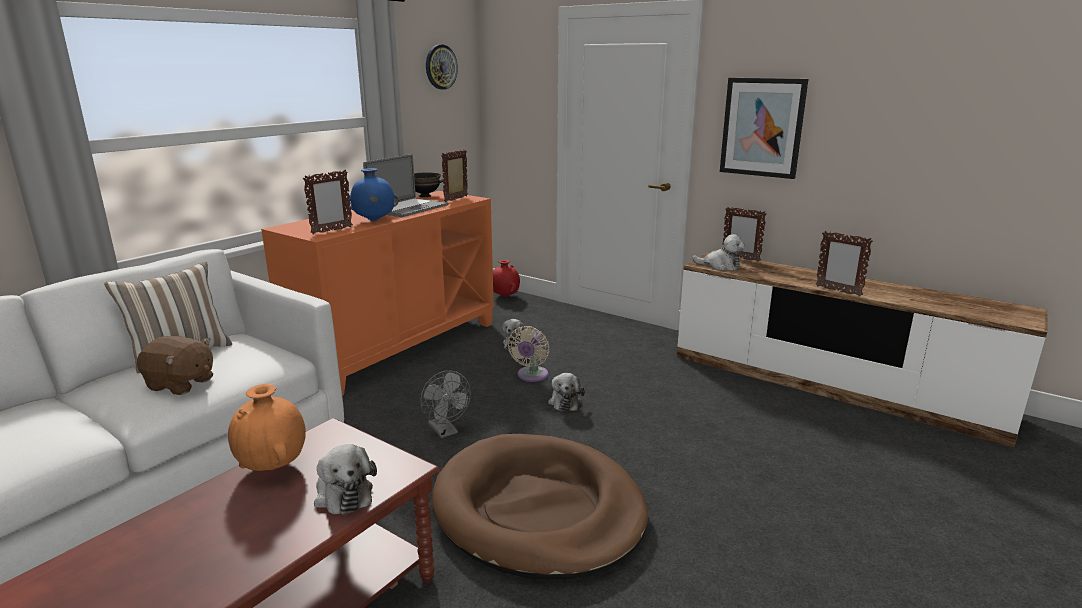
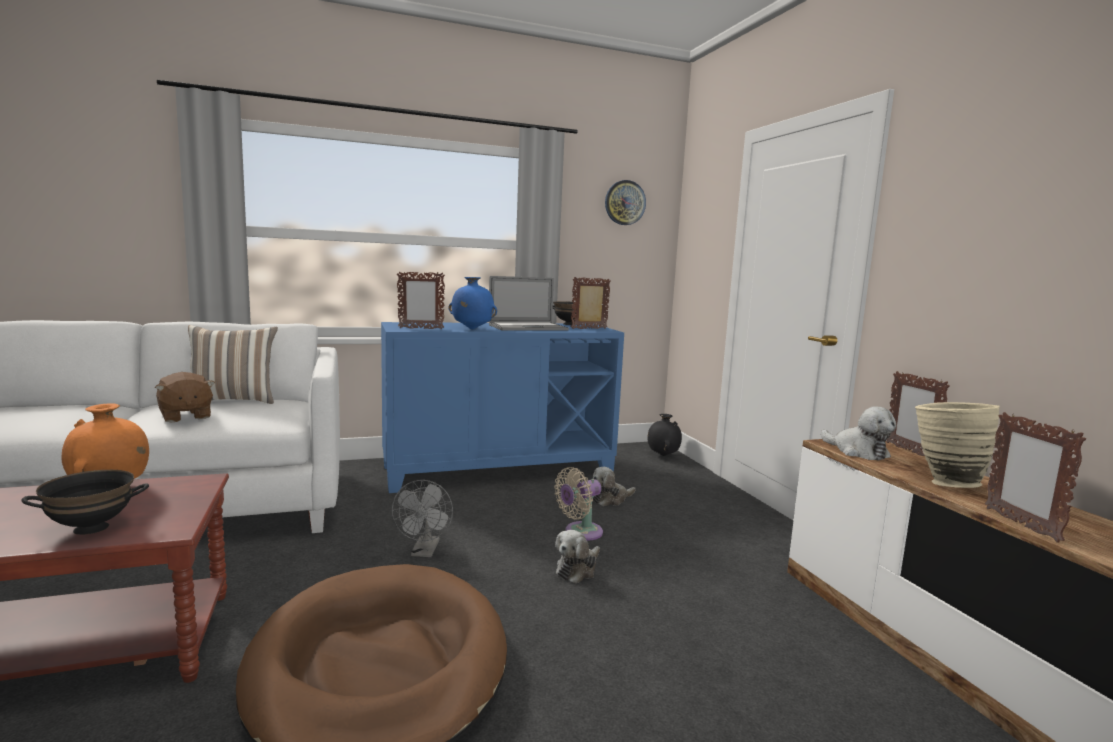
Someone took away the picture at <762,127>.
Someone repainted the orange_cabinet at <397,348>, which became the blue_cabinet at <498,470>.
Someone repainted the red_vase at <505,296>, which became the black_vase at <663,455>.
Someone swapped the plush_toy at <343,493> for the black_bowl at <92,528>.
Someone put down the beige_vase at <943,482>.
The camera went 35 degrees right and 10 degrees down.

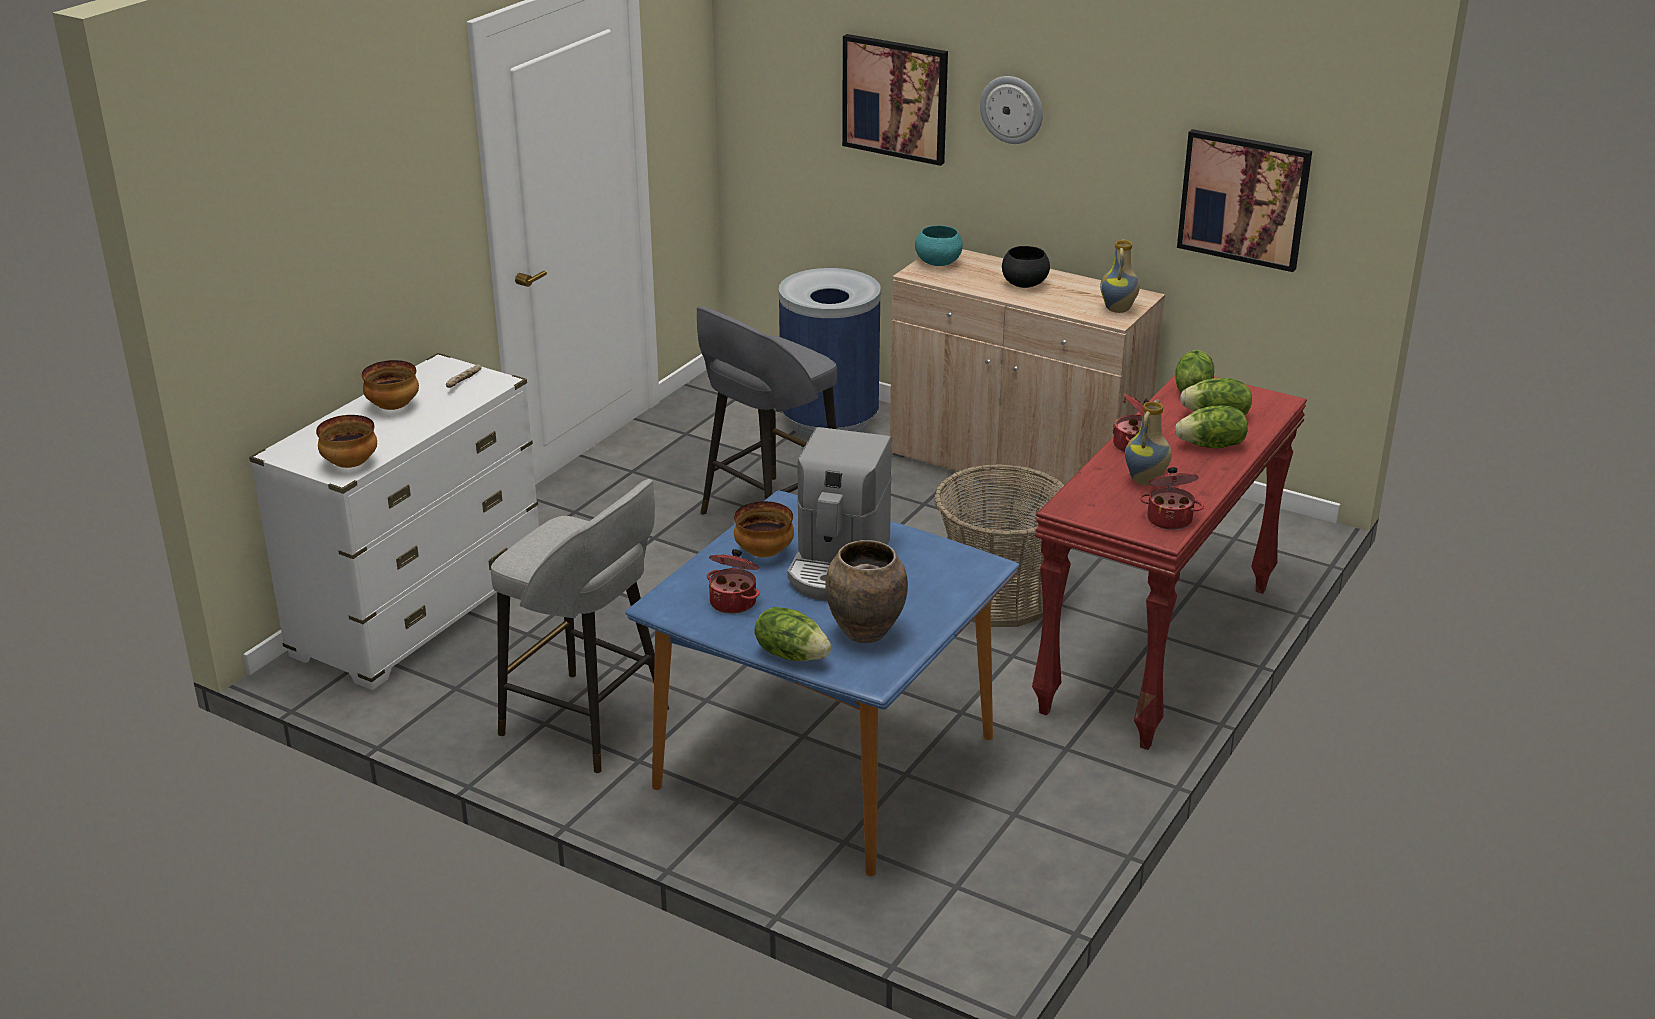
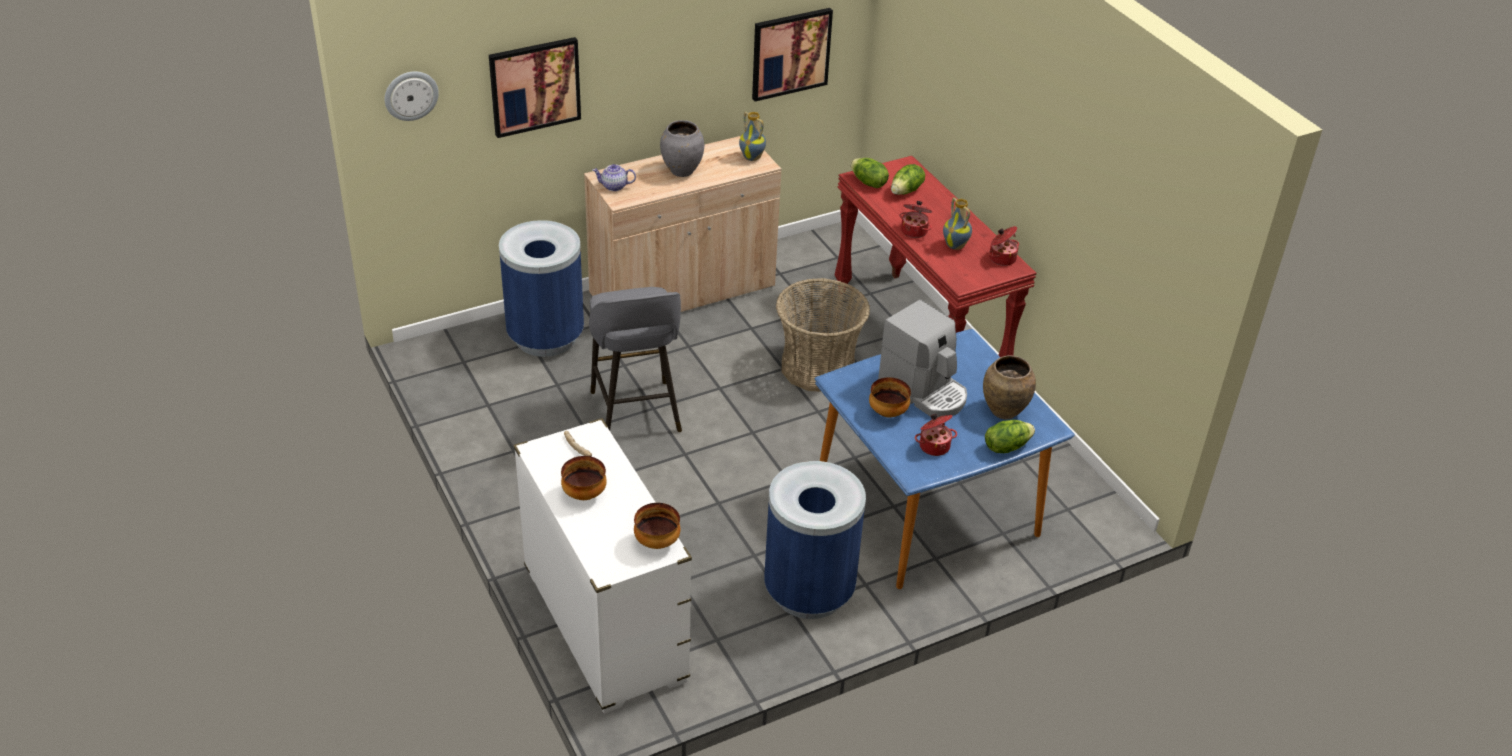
Someone carried the wall_clock from <1012,109> to <411,95>.
Someone swapped the turquoise_bowl at <938,263> for the teapot at <614,186>.
Someone swapped the black_bowl at <1024,284> for the grey_vase at <681,171>.
Someone took away the lettuce at <1212,446>.
Someone swapped the grey_stool at <588,724> for the blue_trash_can at <809,591>.
The camera went 60 degrees left and 10 degrees up.

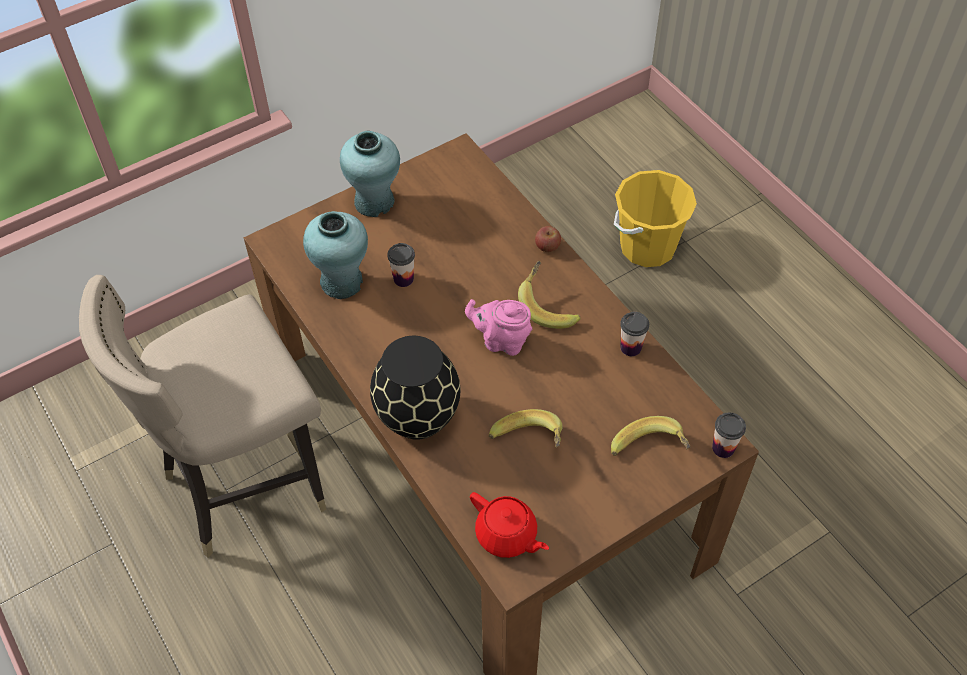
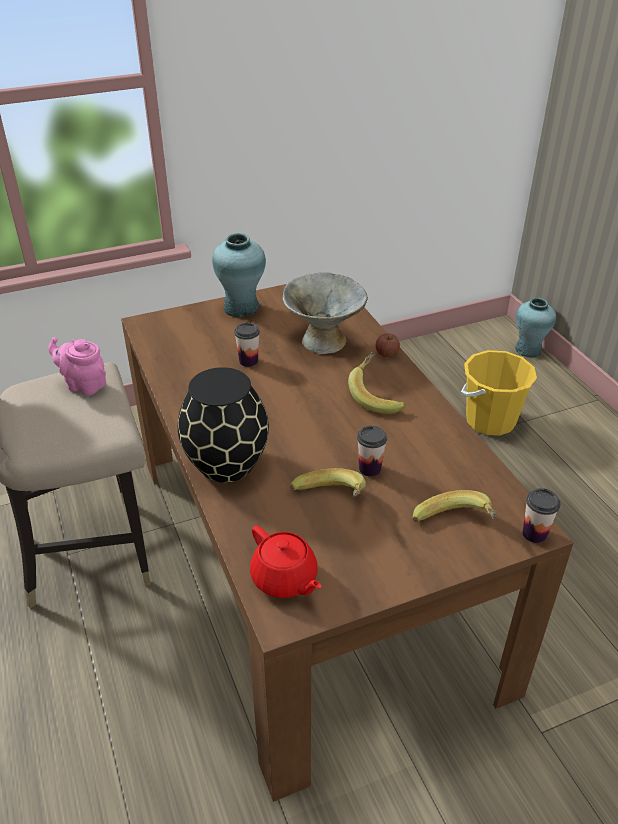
Someone carried the turquoise_vase from <342,281> to <528,349>.
Someone carried the pink_teapot from <501,341> to <84,385>.
Someone carried the cup from <630,347> to <369,468>.
Someone put down the grey_bowl at <323,341>.
The camera went 10 degrees right and 15 degrees down.

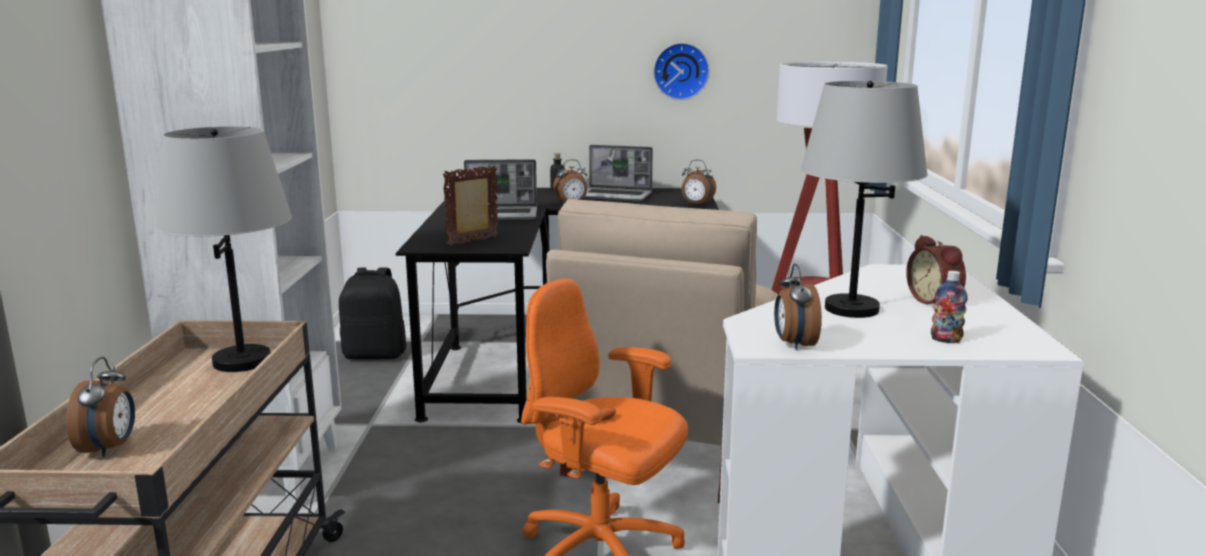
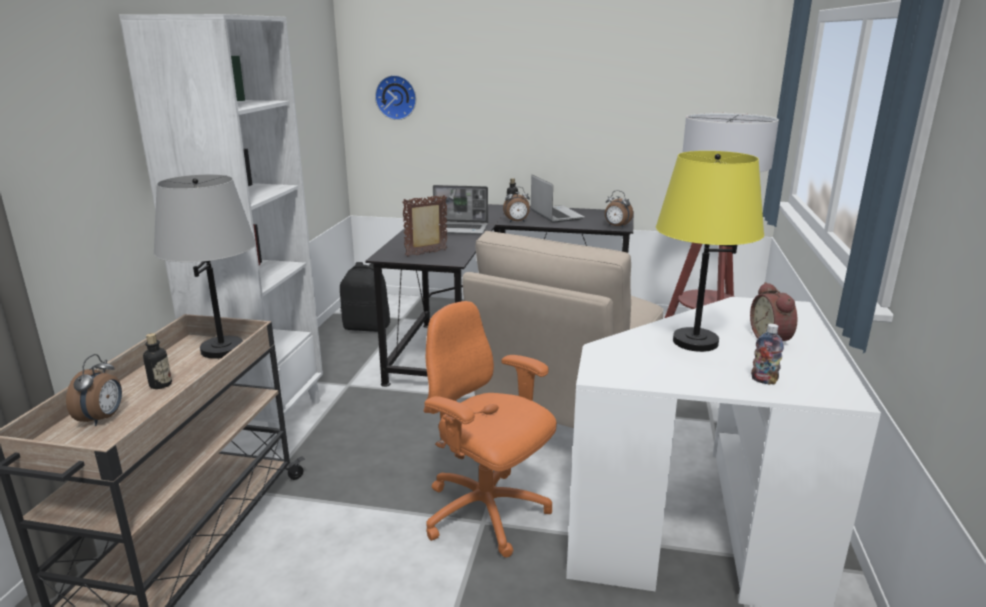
Someone carried the wall_clock from <681,71> to <396,97>.
Someone repainted the grey_table_lamp at <851,309>, which became the yellow_table_lamp at <695,342>.
Someone rotated the laptop at <616,196> by 135 degrees counterclockwise.
Someone took away the alarm_clock at <794,344>.
Someone put down the bottle at <160,384>.
The camera went 10 degrees right and 5 degrees up.

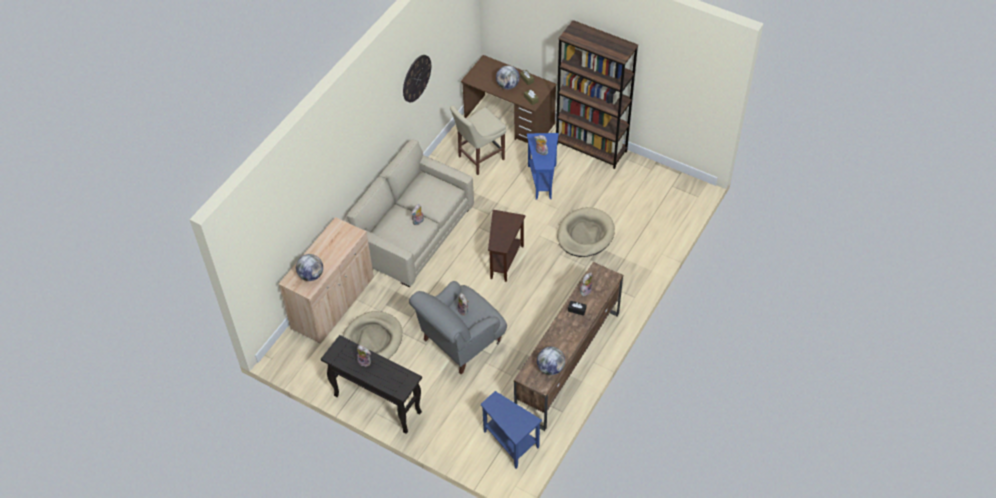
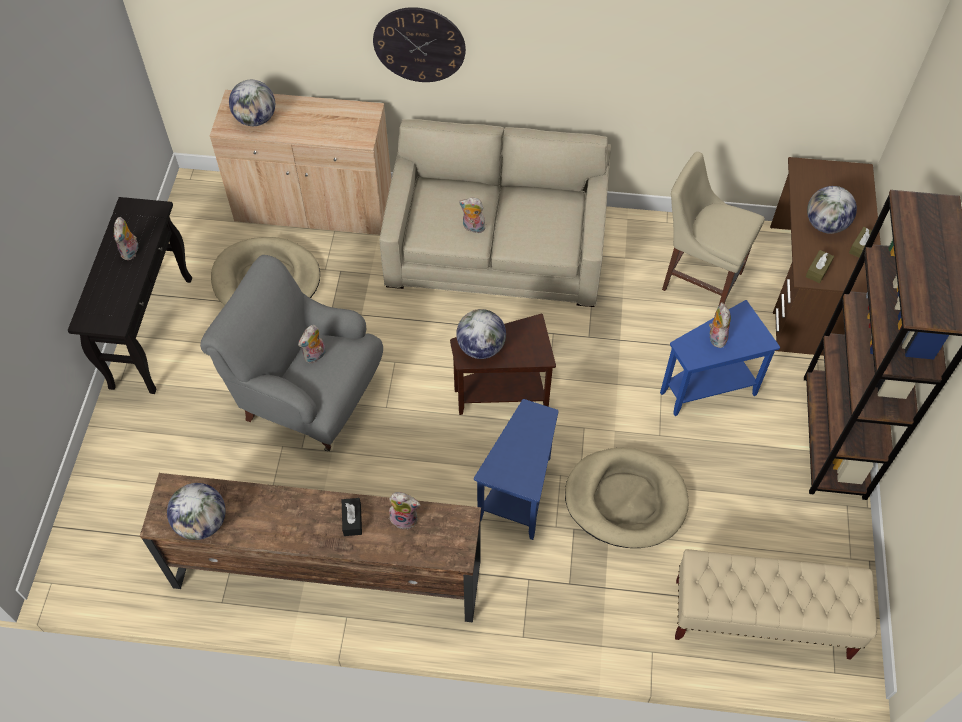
Someone carried the wall_clock from <416,78> to <419,45>.
Someone carried the blue_side_table from <511,443> to <518,495>.
Someone put down the globe at <481,347>.
Someone put down the beige_bench at <761,619>.
The camera went 65 degrees right and 5 degrees up.

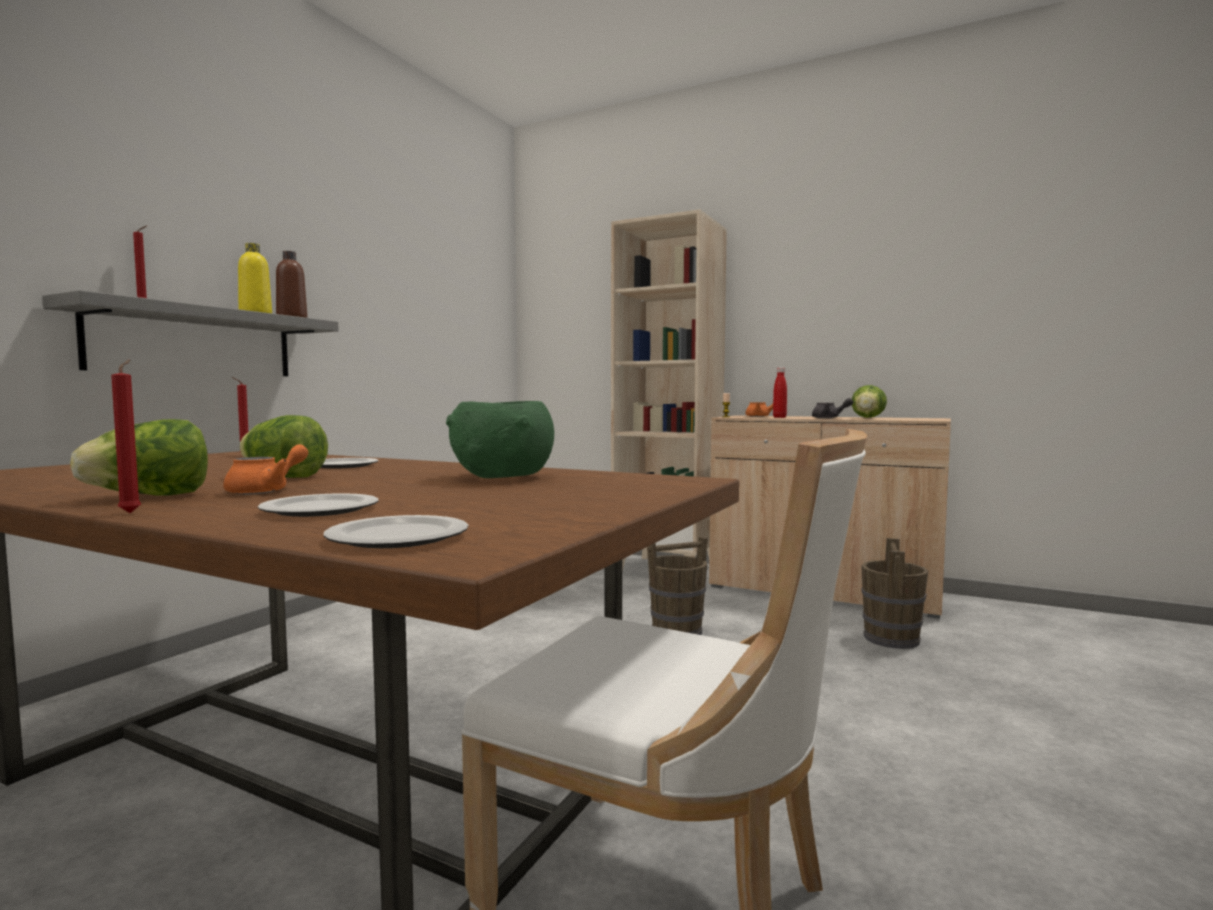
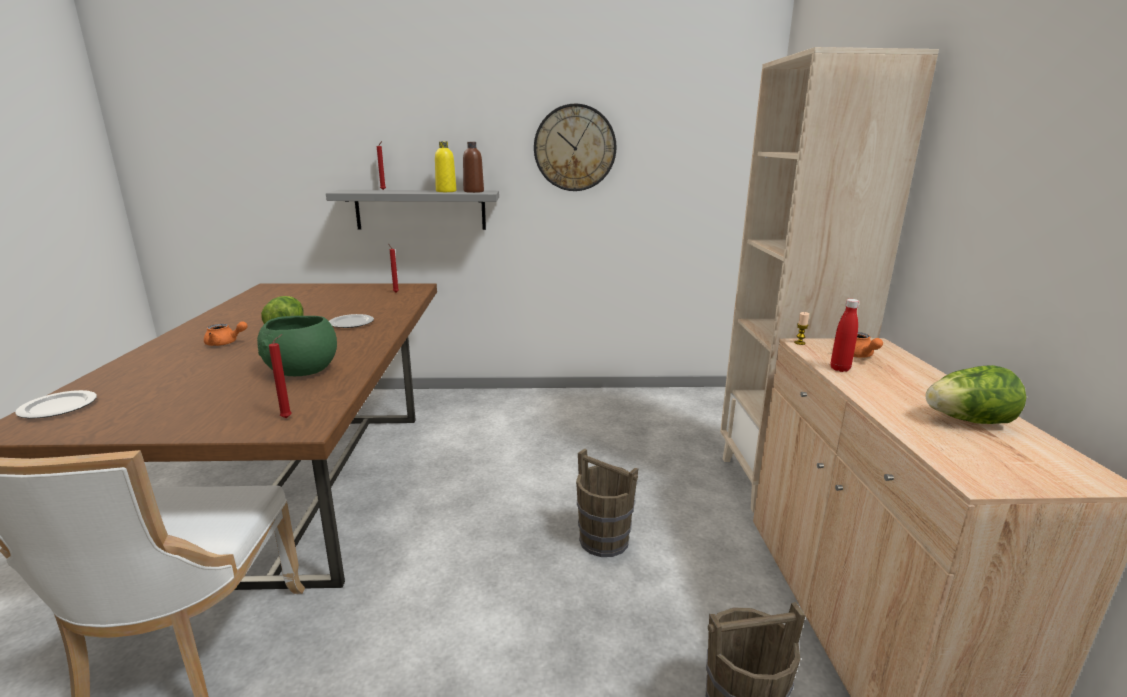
Someone carried the red_candle from <132,512> to <288,417>.
Someone took away the grey_teapot at <829,418>.
Someone took away the lettuce at <150,497>.
Someone took away the plate at <319,510>.
Someone put up the wall_clock at <574,148>.
The camera went 60 degrees right and 15 degrees up.

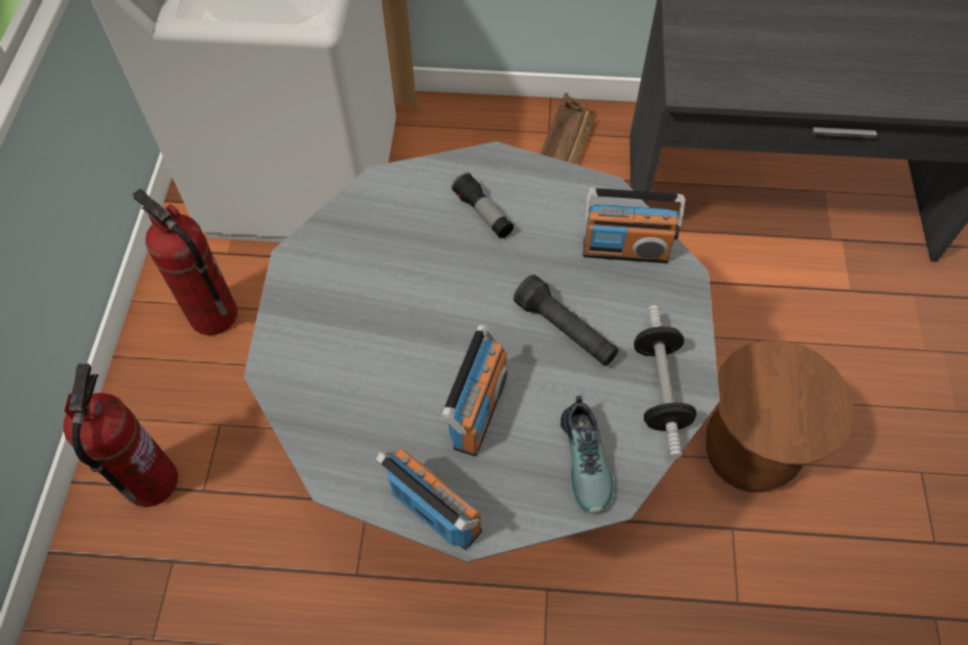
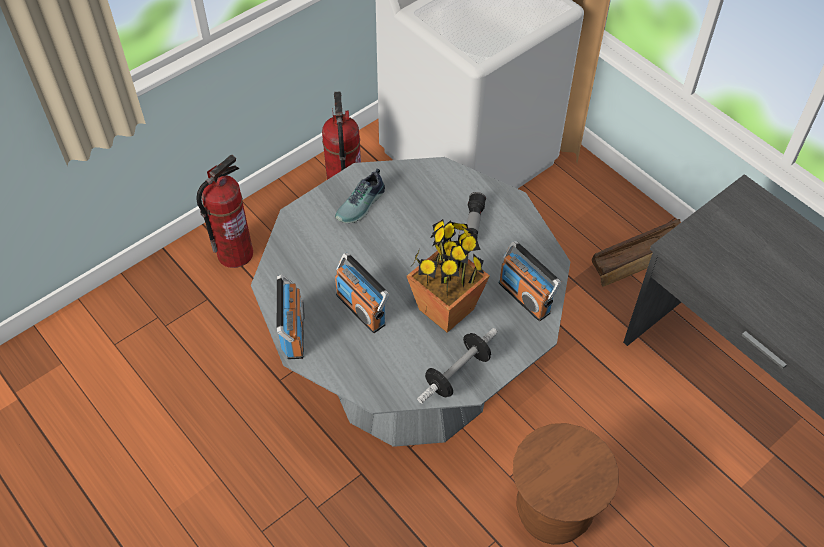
Someone swapped the black_flashlight at <565,330> for the potted_plant at <445,309>.
Someone rotated the radio at <478,411> by 75 degrees clockwise.
Someone carried the shoe from <587,461> to <362,205>.
The camera went 45 degrees right and 5 degrees down.

